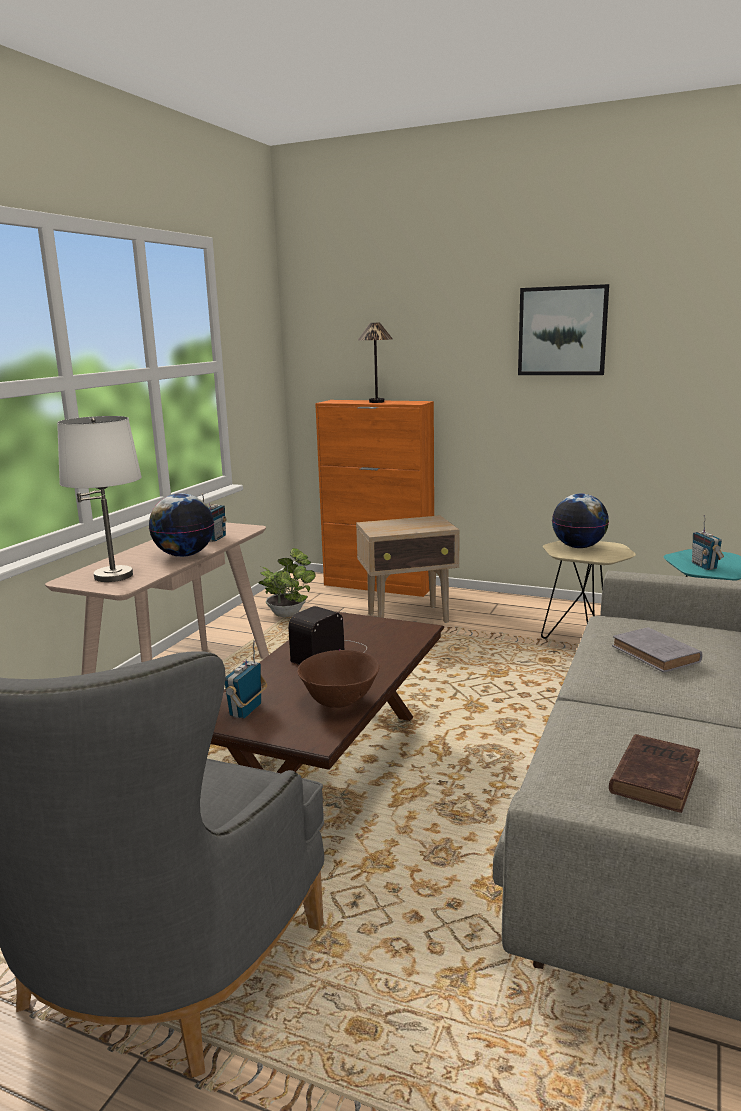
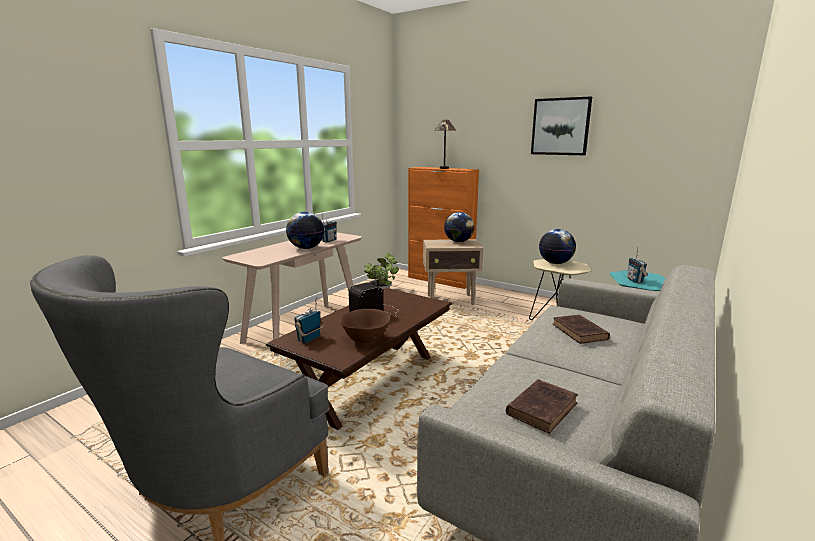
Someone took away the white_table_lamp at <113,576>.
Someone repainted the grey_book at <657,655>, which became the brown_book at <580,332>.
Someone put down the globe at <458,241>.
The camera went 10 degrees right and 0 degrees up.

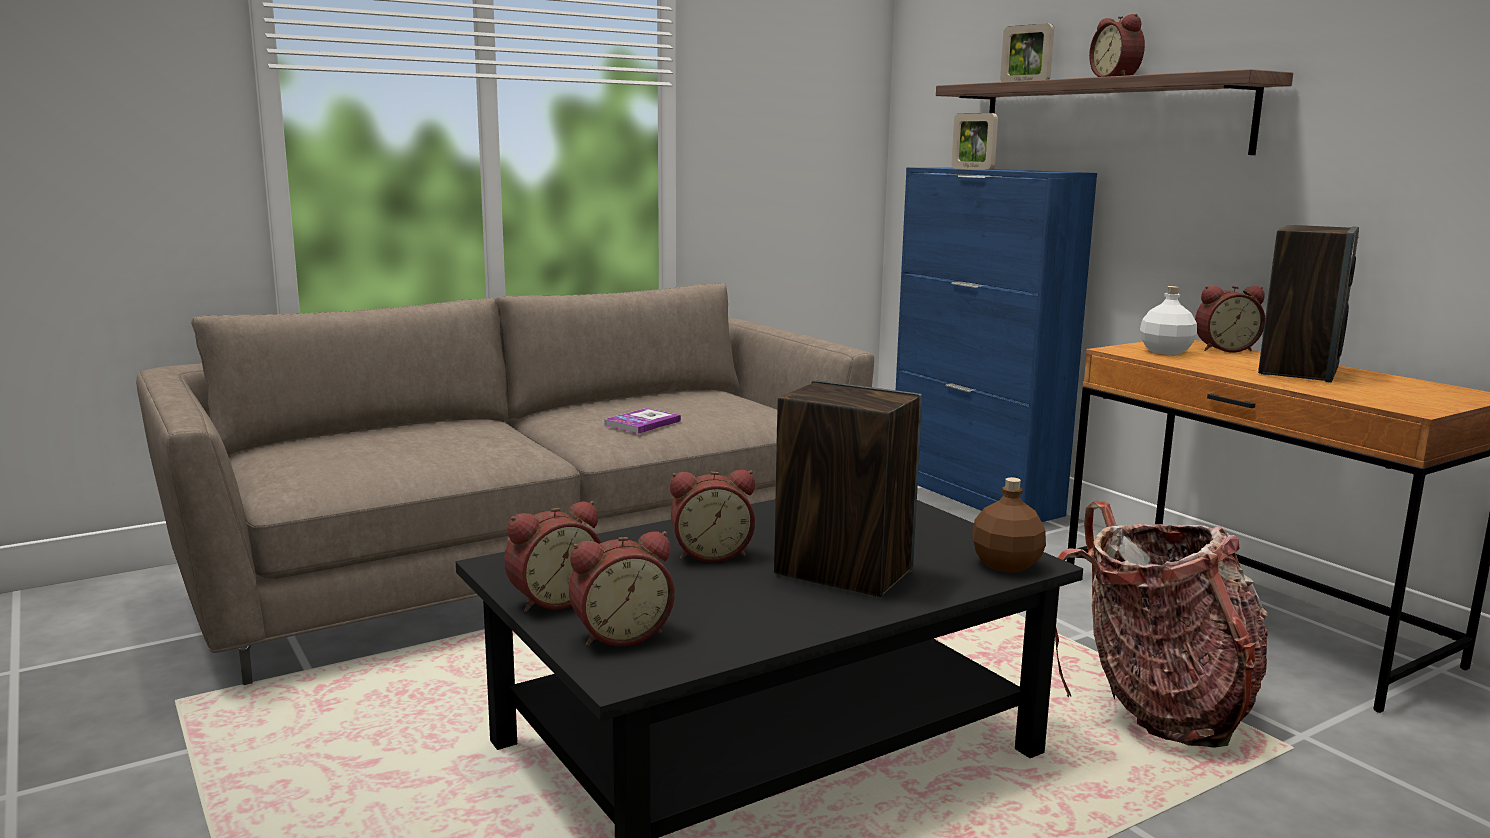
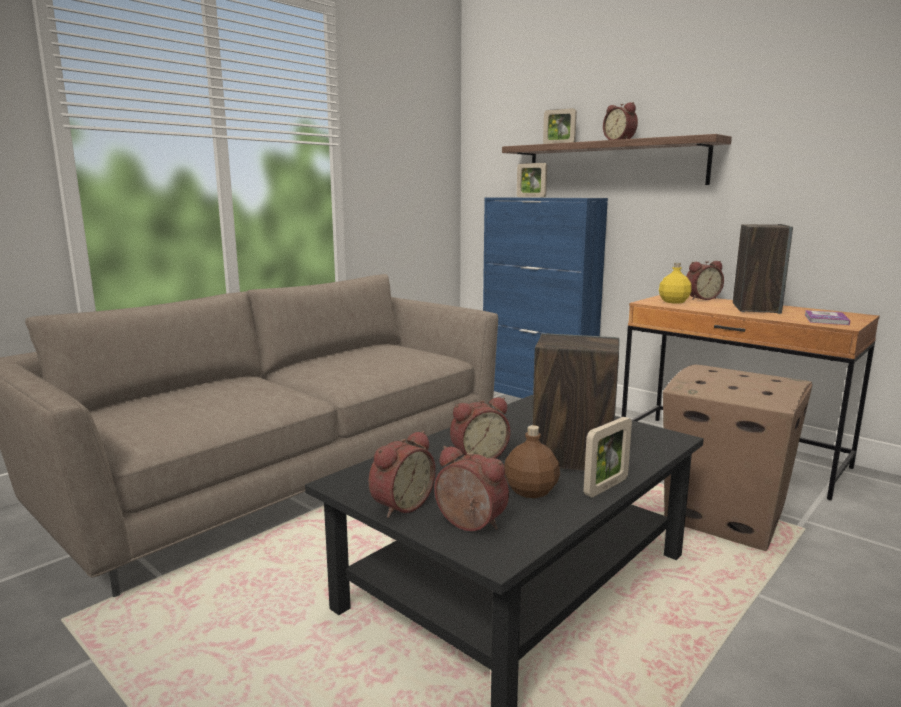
Someone repainted the white_bottle at <1165,352>, which became the yellow_bottle at <673,302>.
Someone carried the book from <642,423> to <826,319>.
Someone carried the brown_bottle from <1006,565> to <531,491>.
Someone swapped the backpack at <1158,709> for the cardboard_box at <722,516>.
Someone rotated the alarm_clock at <620,634> by 105 degrees counterclockwise.
Someone put down the picture_frame at <606,487>.
The camera went 15 degrees left and 0 degrees up.

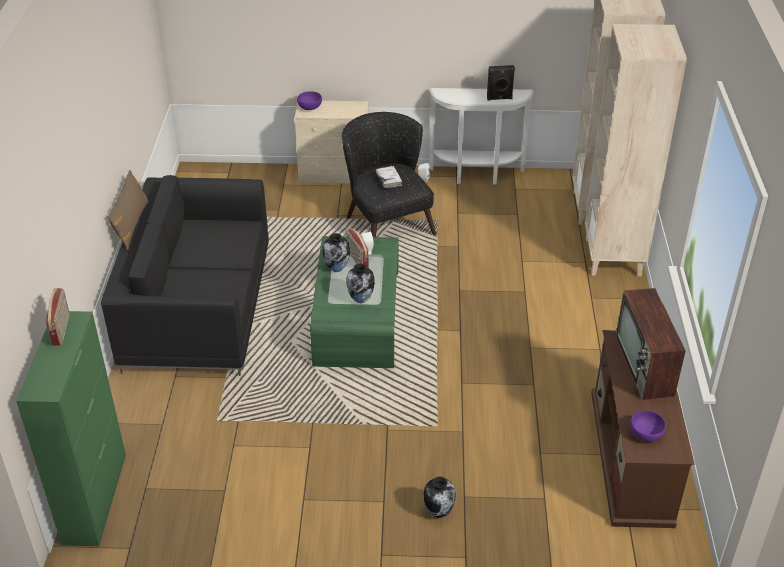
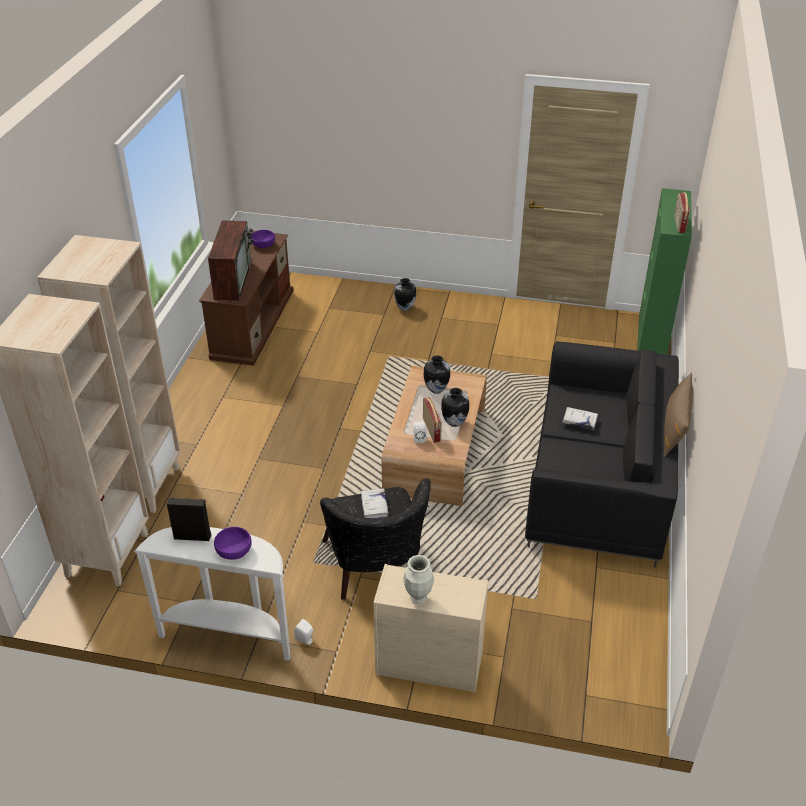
Someone carried the purple_bowl from <310,107> to <233,551>.
Someone repainted the green_coffee_table at <357,318>, which became the brown_coffee_table at <435,451>.
Someone put down the white_book at <579,421>.
Someone put down the vase at <418,598>.
The camera went 170 degrees left and 0 degrees up.

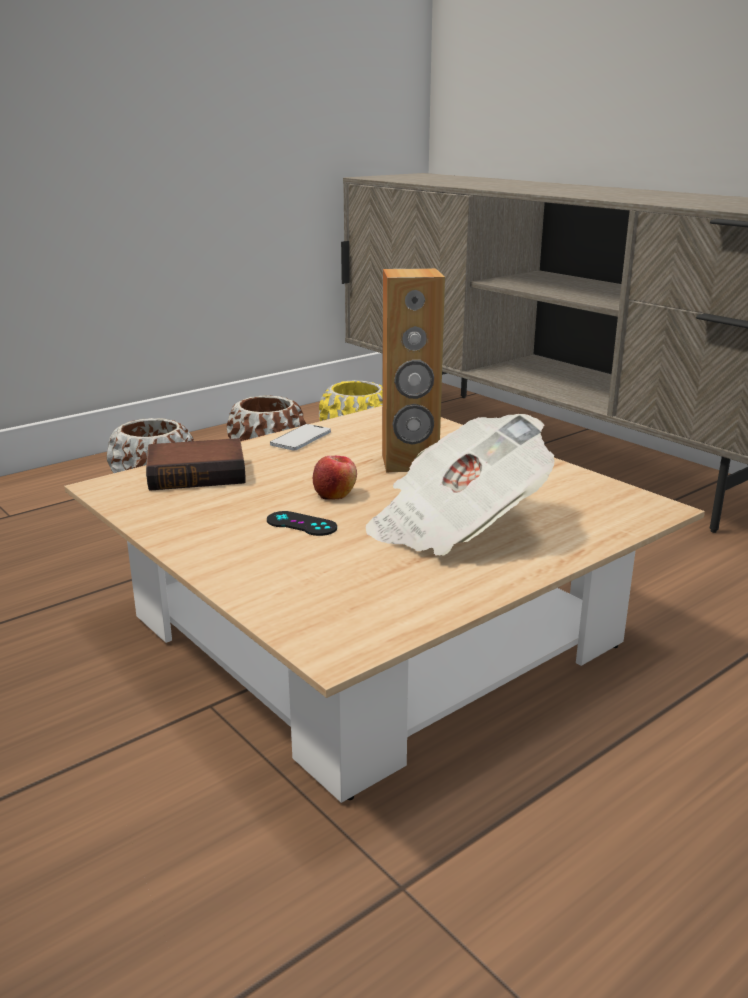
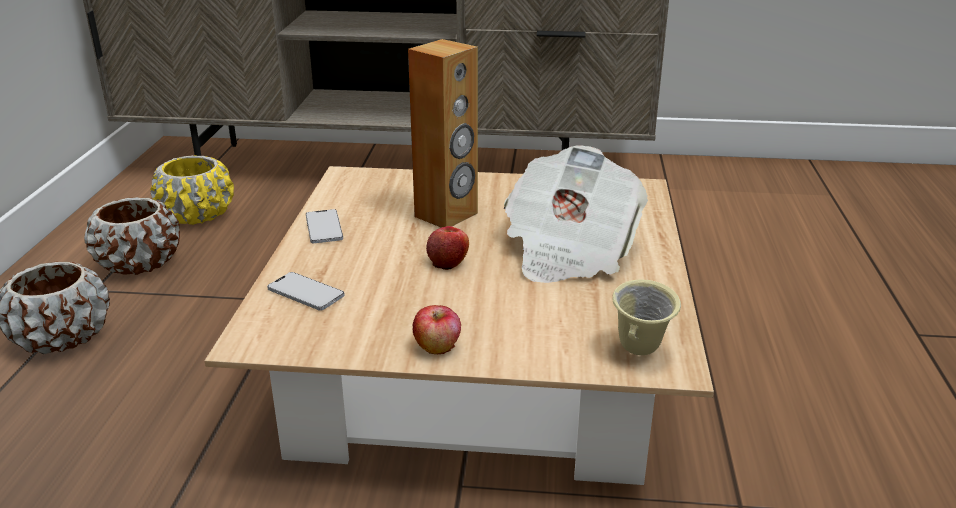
Someone swapped the book at <198,473> for the phone at <306,293>.
Someone took away the black_game_controller at <301,524>.
Someone put down the beige_mug at <640,352>.
Someone put down the apple at <437,347>.
The camera went 45 degrees left and 5 degrees up.

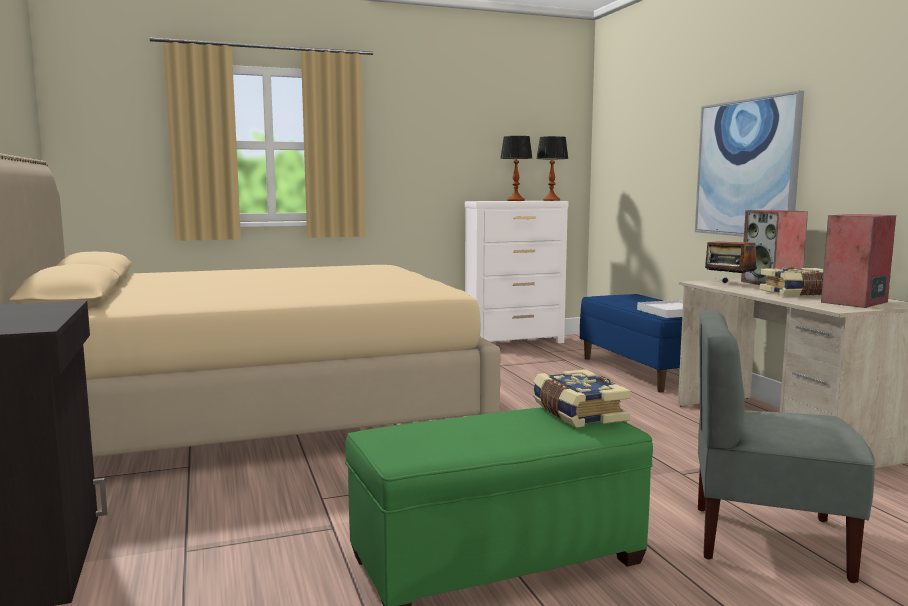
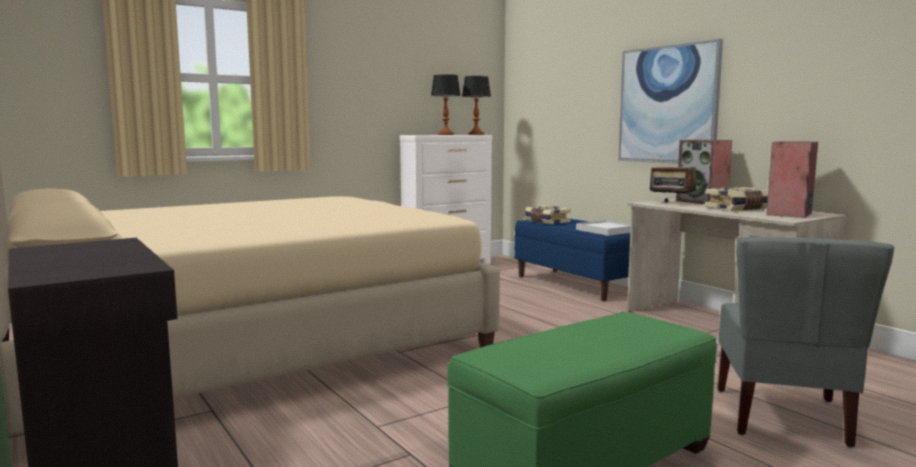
Someone rotated the grey_chair at <767,540> by 75 degrees counterclockwise.
Someone carried the book from <577,413> to <546,222>.
The camera went 15 degrees left and 0 degrees up.

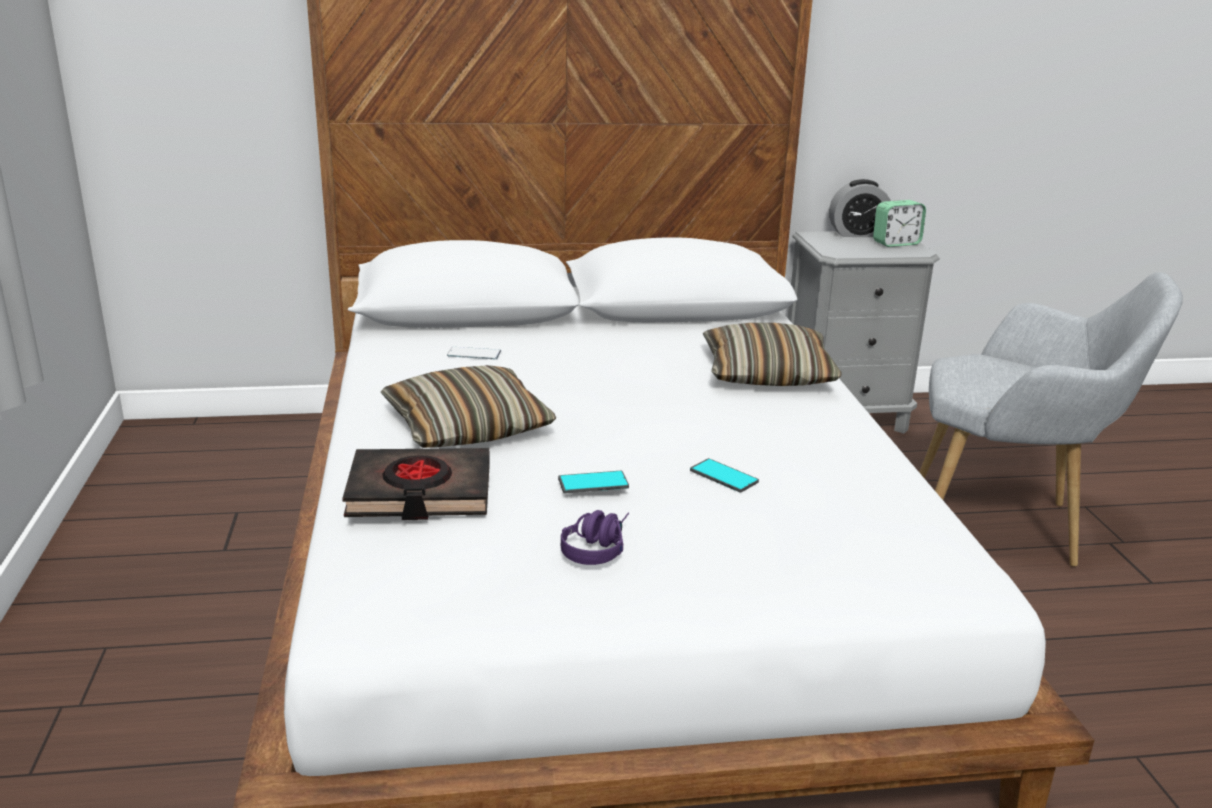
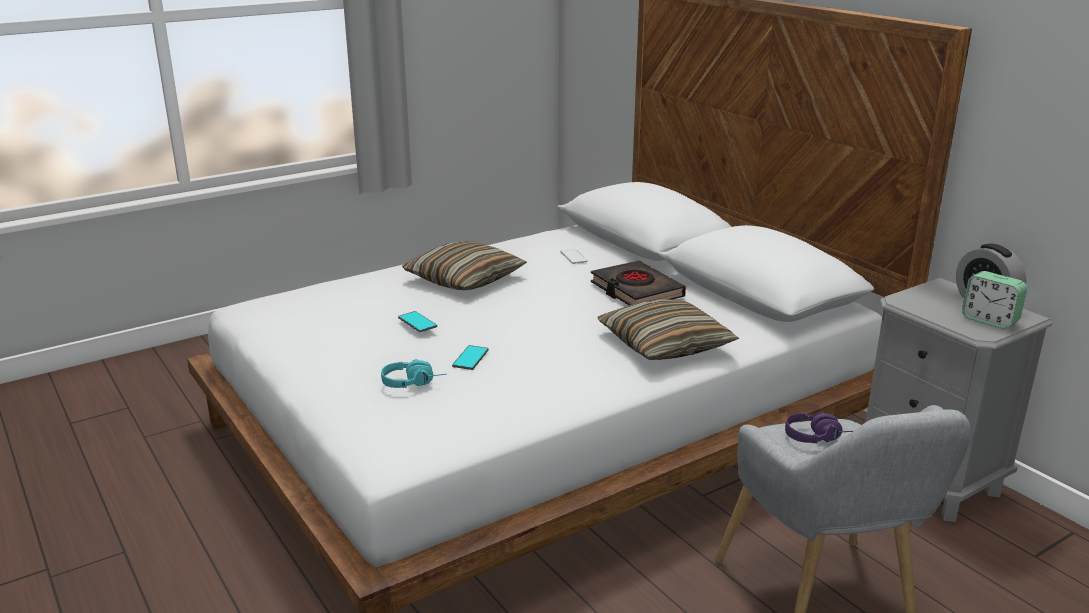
Someone carried the black_book from <419,492> to <636,290>.
Someone carried the purple_headphones from <598,547> to <818,437>.
Someone put down the turquoise_headphones at <414,383>.
The camera went 65 degrees right and 0 degrees up.

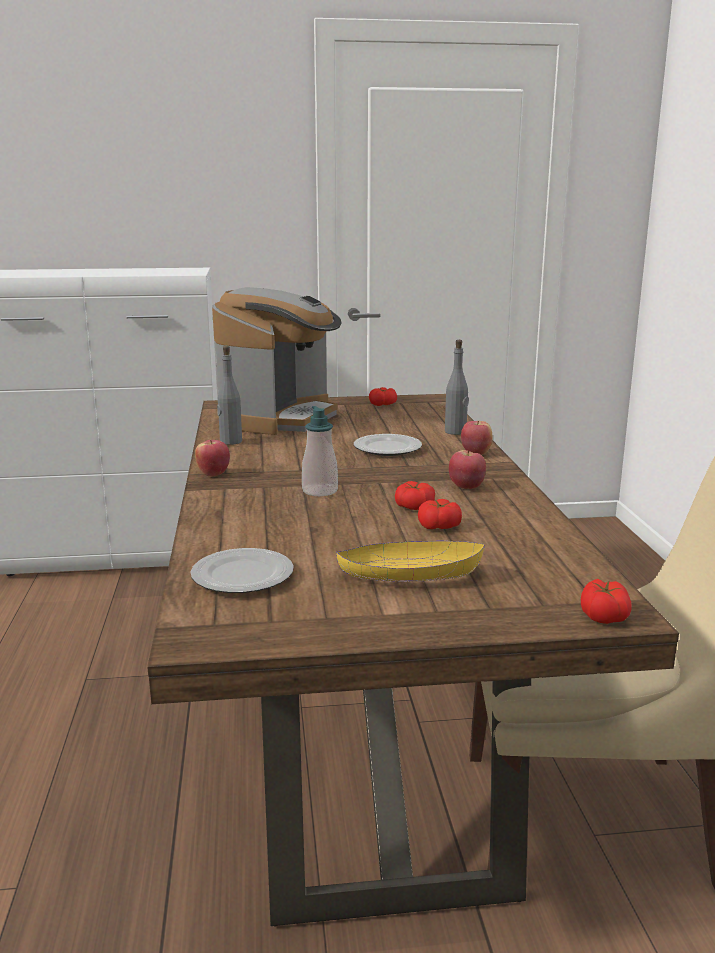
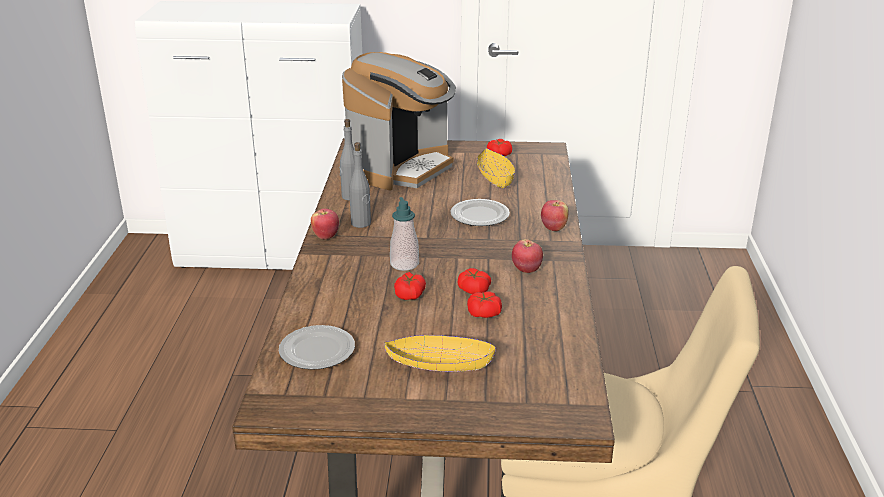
Someone carried the grey_bottle from <455,432> to <361,223>.
Someone carried the tomato from <603,615> to <409,294>.
Someone put down the yellow_bowl at <495,176>.
The camera went 10 degrees right and 10 degrees up.

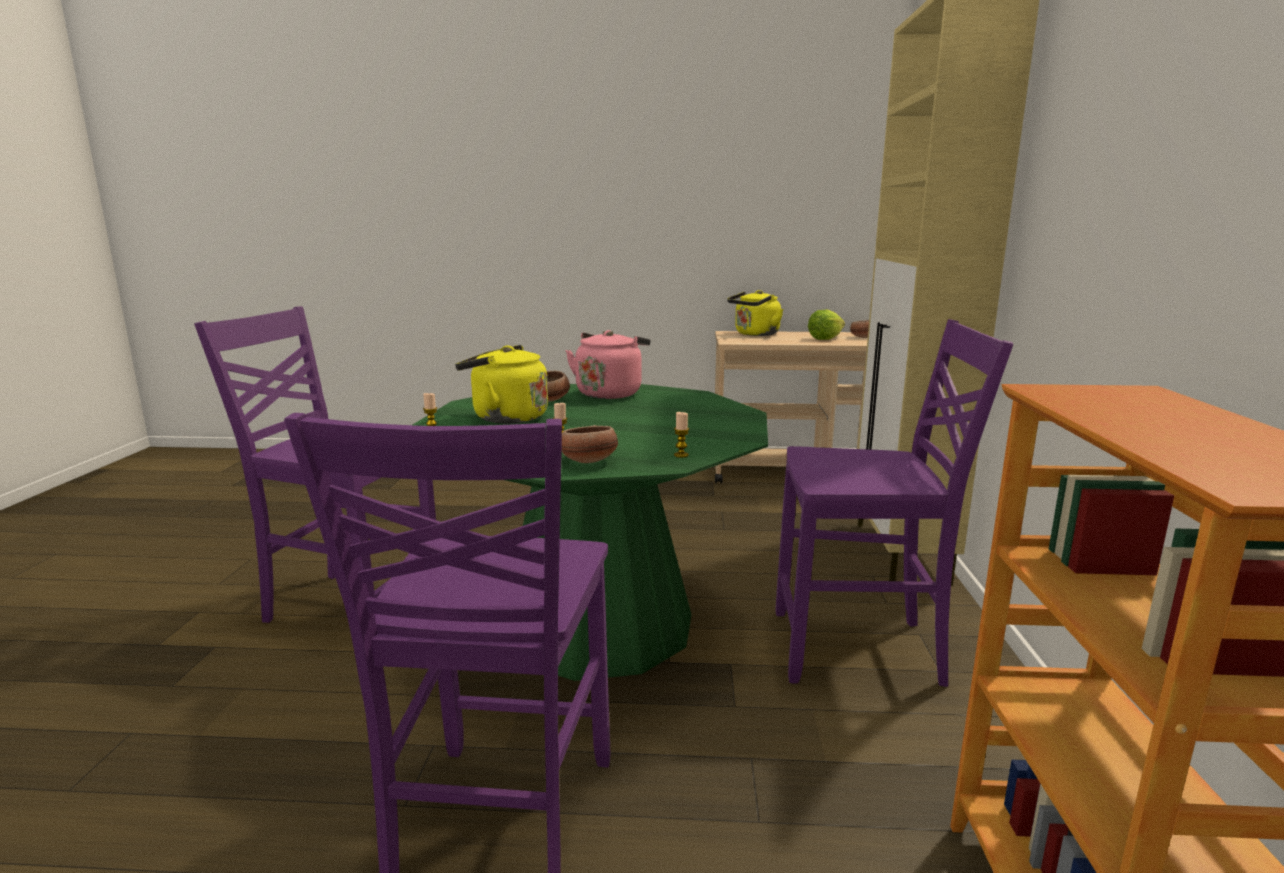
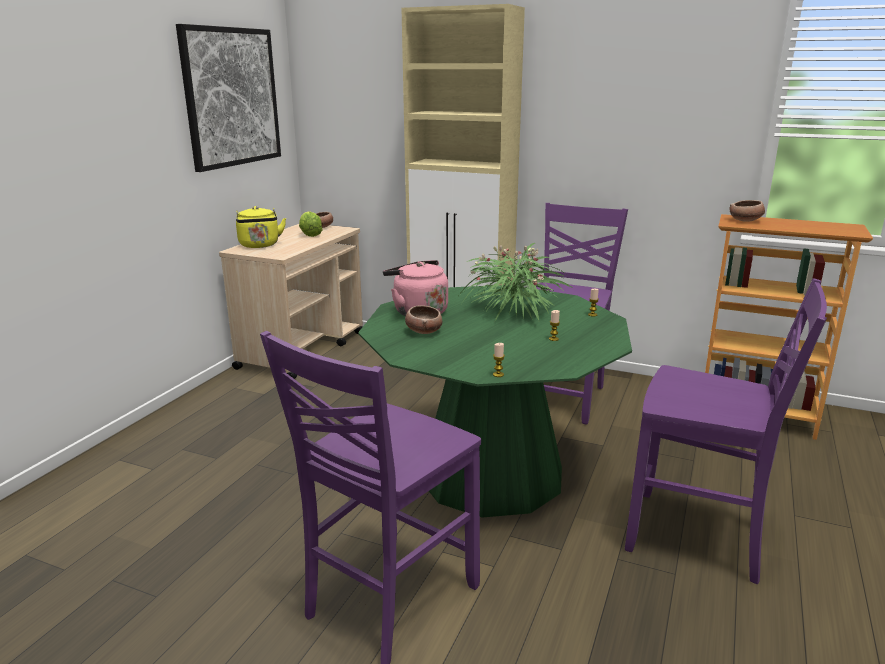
Someone took away the yellow_kettle at <505,417>.
Someone carried the bowl from <589,461> to <746,221>.
Someone put up the picture at <231,97>.
Someone put down the potted_plant at <512,309>.
The camera went 70 degrees left and 5 degrees up.

